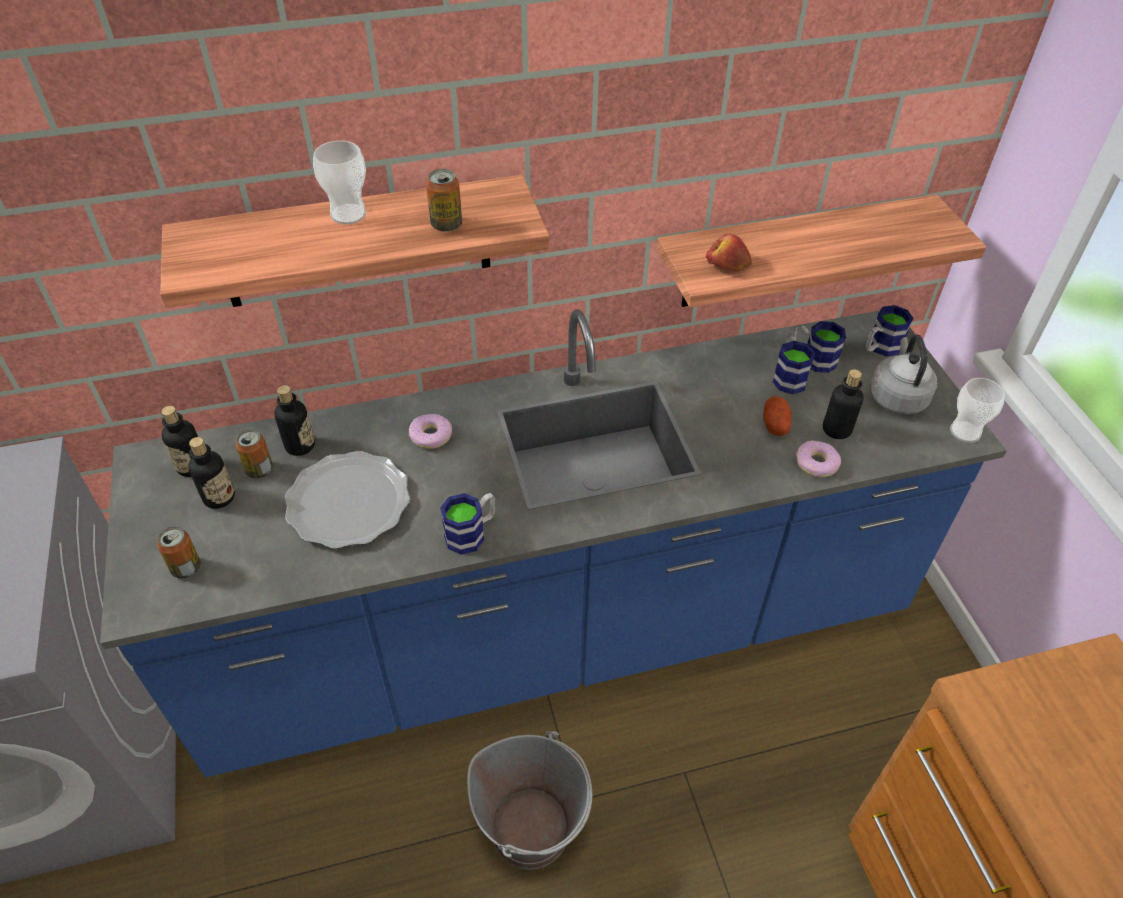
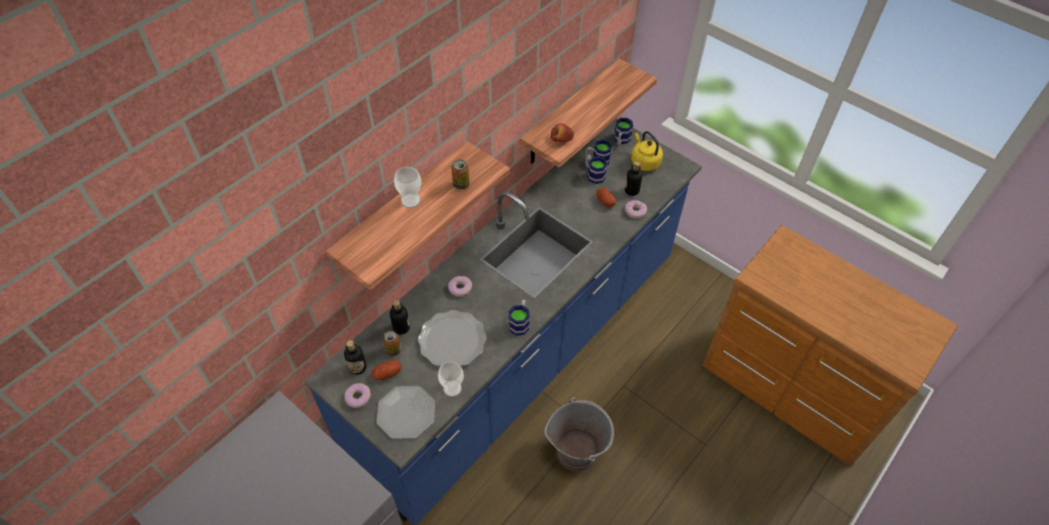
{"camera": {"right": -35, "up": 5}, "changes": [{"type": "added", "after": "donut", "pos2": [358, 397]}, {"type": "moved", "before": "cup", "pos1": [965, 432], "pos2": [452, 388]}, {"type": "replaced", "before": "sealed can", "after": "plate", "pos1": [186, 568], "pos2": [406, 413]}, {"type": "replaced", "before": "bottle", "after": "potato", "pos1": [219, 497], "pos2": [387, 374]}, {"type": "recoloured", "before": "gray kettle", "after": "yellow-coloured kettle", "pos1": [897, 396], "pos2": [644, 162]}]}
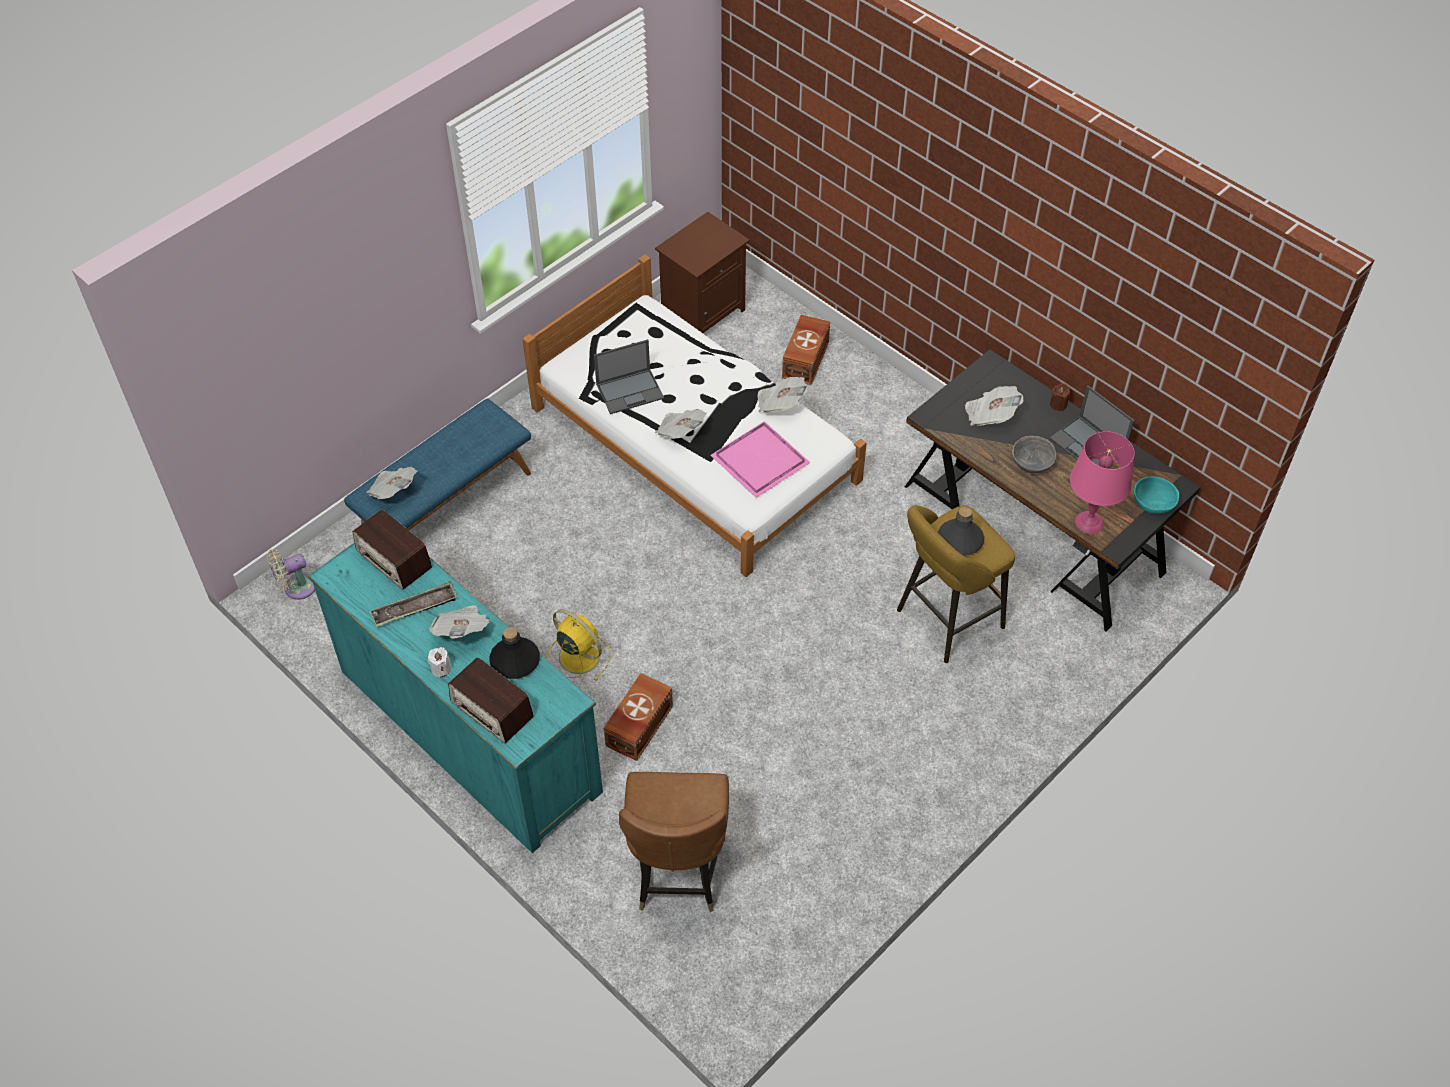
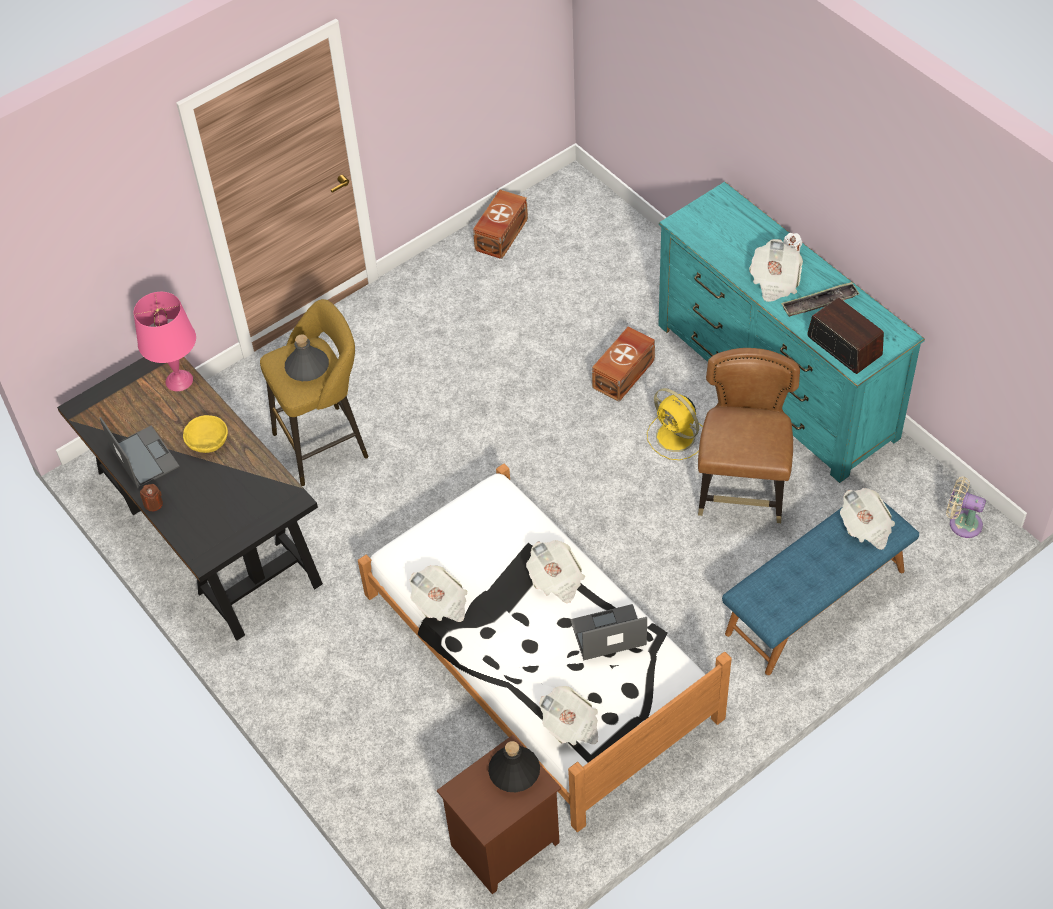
{"camera": {"right": -170, "up": 0}, "changes": [{"type": "removed", "before": "radio receiver", "pos1": [492, 710]}, {"type": "removed", "before": "pinkish tray", "pos1": [760, 459]}, {"type": "removed", "before": "blue-green deep dish", "pos1": [1152, 503]}, {"type": "moved", "before": "blackish bottle", "pos1": [514, 660], "pos2": [514, 771]}, {"type": "moved", "before": "brown-coloured plain chair", "pos1": [677, 872], "pos2": [742, 491]}, {"type": "moved", "before": "brown-coloured storage bin", "pos1": [806, 359], "pos2": [500, 235]}, {"type": "moved", "before": "newspaper", "pos1": [990, 415], "pos2": [571, 726]}, {"type": "recoloured", "before": "gray deep dish", "after": "yellow-coloured deep dish", "pos1": [1032, 463], "pos2": [207, 442]}, {"type": "turned", "before": "beige-coloured fan", "pos1": [296, 588], "pos2": [962, 523], "turn": -135}]}
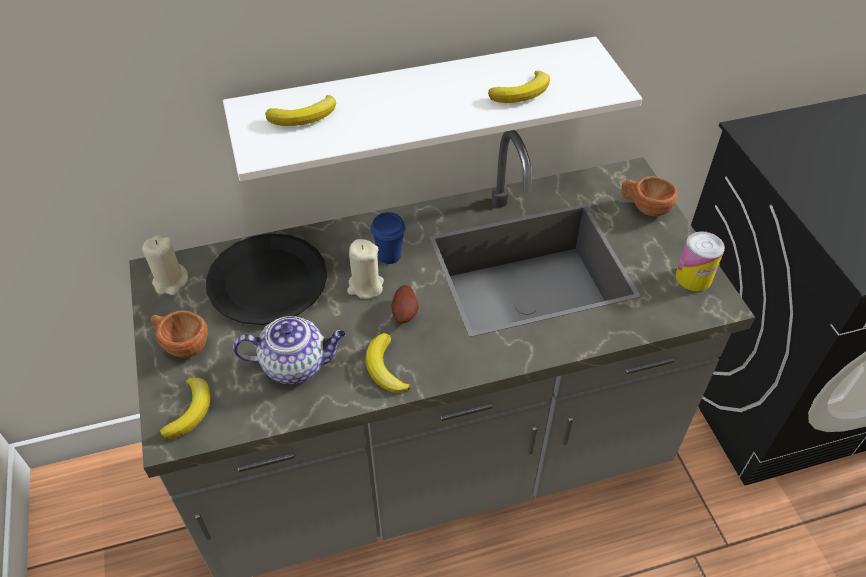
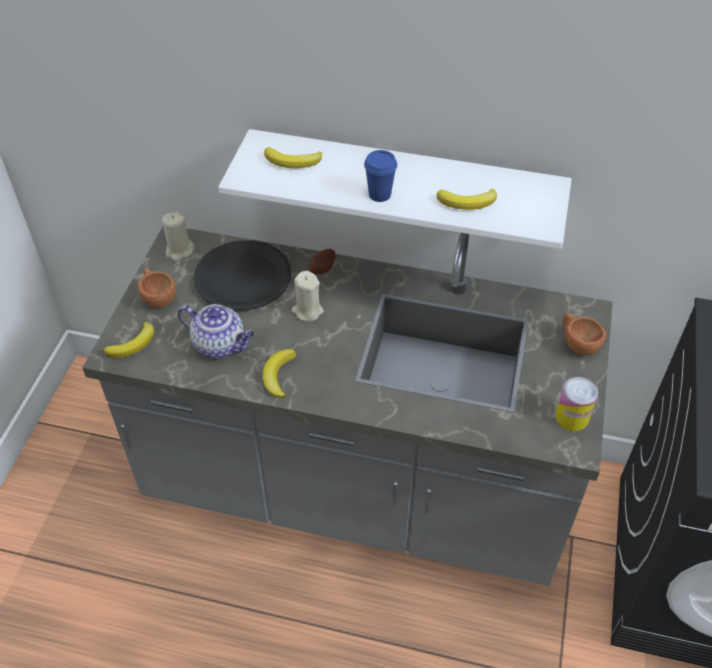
{"camera": {"right": 30, "up": 0}, "changes": [{"type": "moved", "before": "bluish cup", "pos1": [389, 255], "pos2": [379, 194]}, {"type": "moved", "before": "potato", "pos1": [405, 312], "pos2": [323, 269]}]}
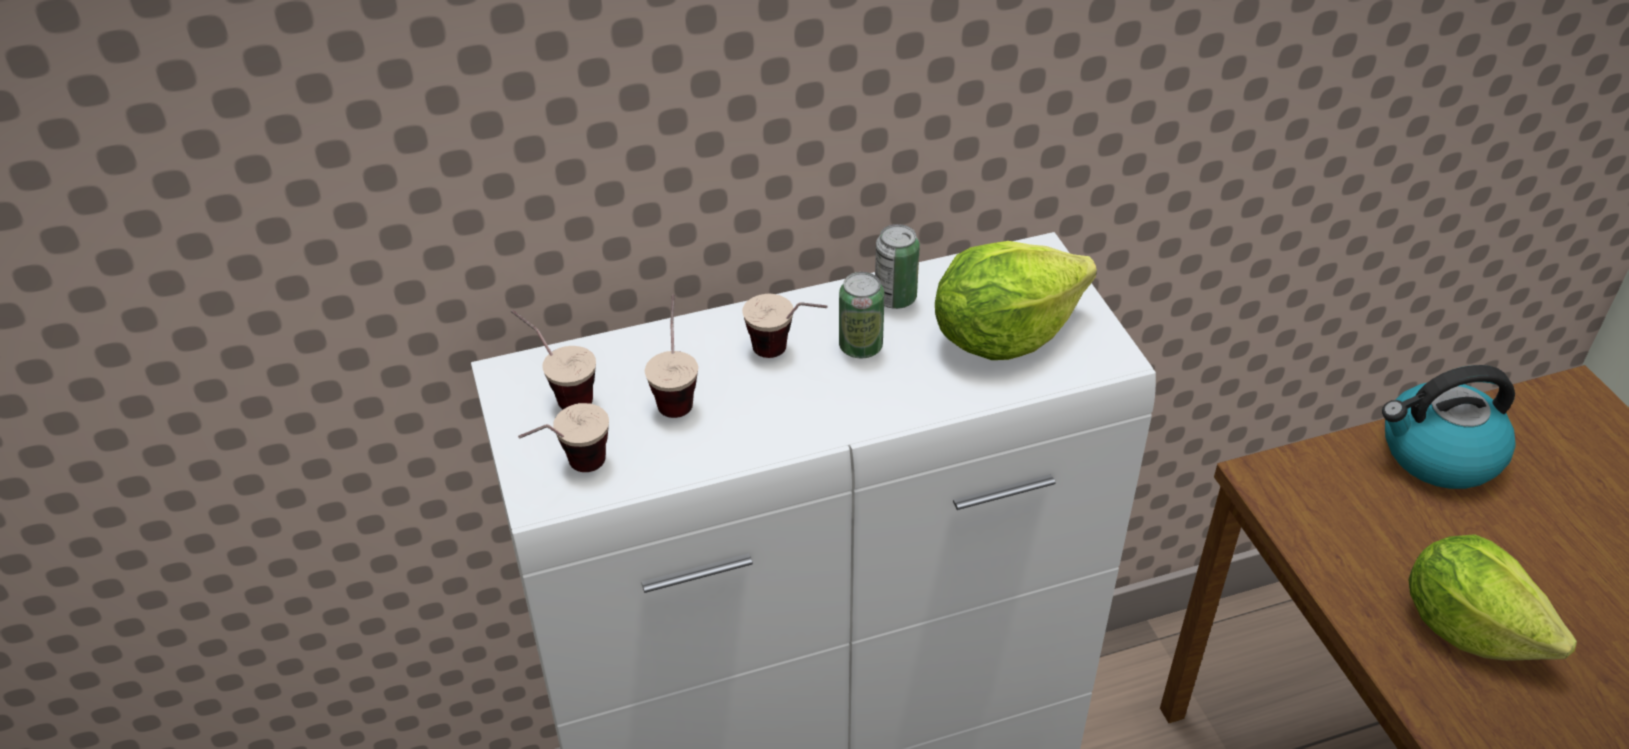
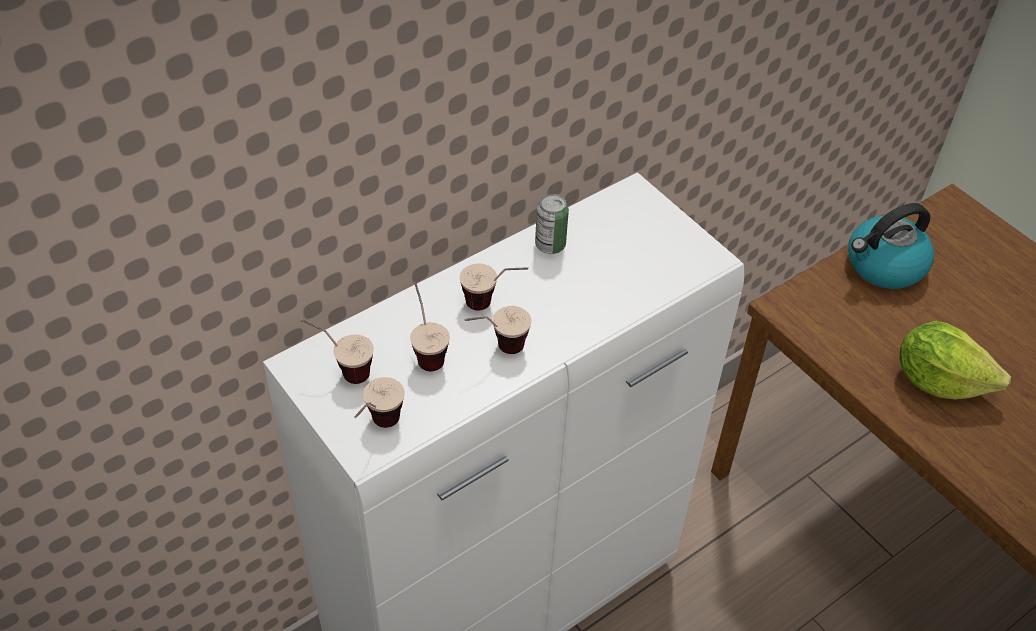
{"camera": {"right": -20, "up": 5}, "changes": [{"type": "removed", "before": "sealed can", "pos1": [860, 347]}, {"type": "removed", "before": "lettuce", "pos1": [1003, 335]}, {"type": "added", "after": "cup", "pos2": [497, 350]}]}
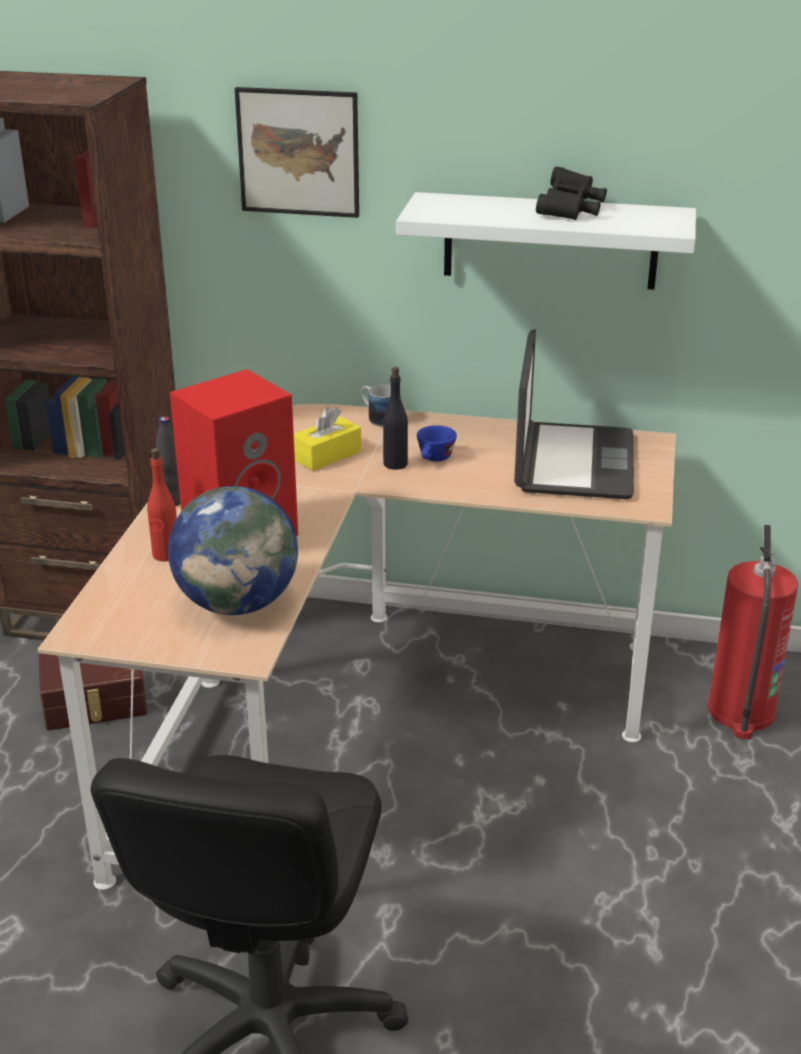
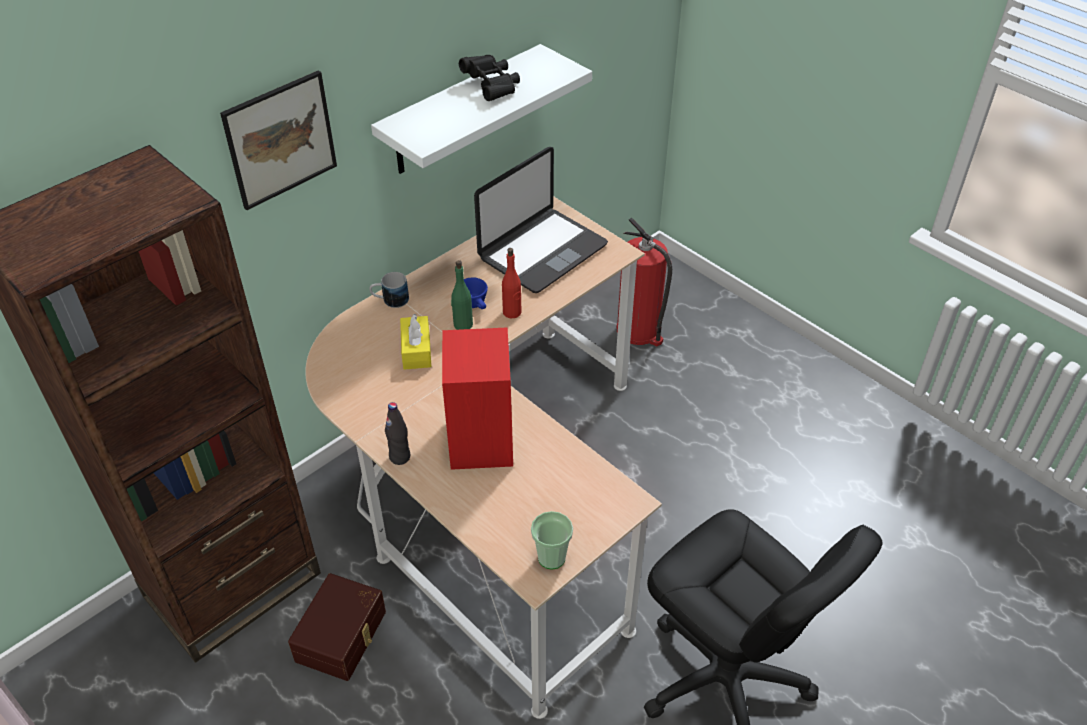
{"camera": {"right": -55, "up": 15}, "changes": [{"type": "removed", "before": "desk globe", "pos1": [237, 604]}, {"type": "added", "after": "cup", "pos2": [551, 557]}, {"type": "moved", "before": "red bottle", "pos1": [166, 555], "pos2": [512, 312]}, {"type": "recoloured", "before": "blackish bottle", "after": "green-coloured bottle", "pos1": [395, 464], "pos2": [463, 325]}, {"type": "turned", "before": "laptop", "pos1": [572, 463], "pos2": [541, 251], "turn": 90}]}
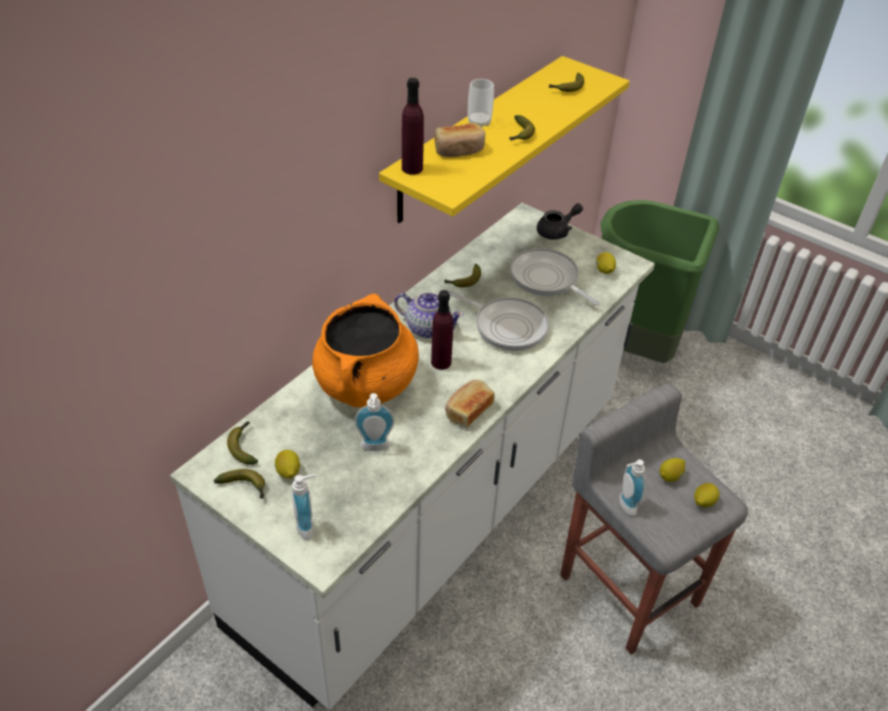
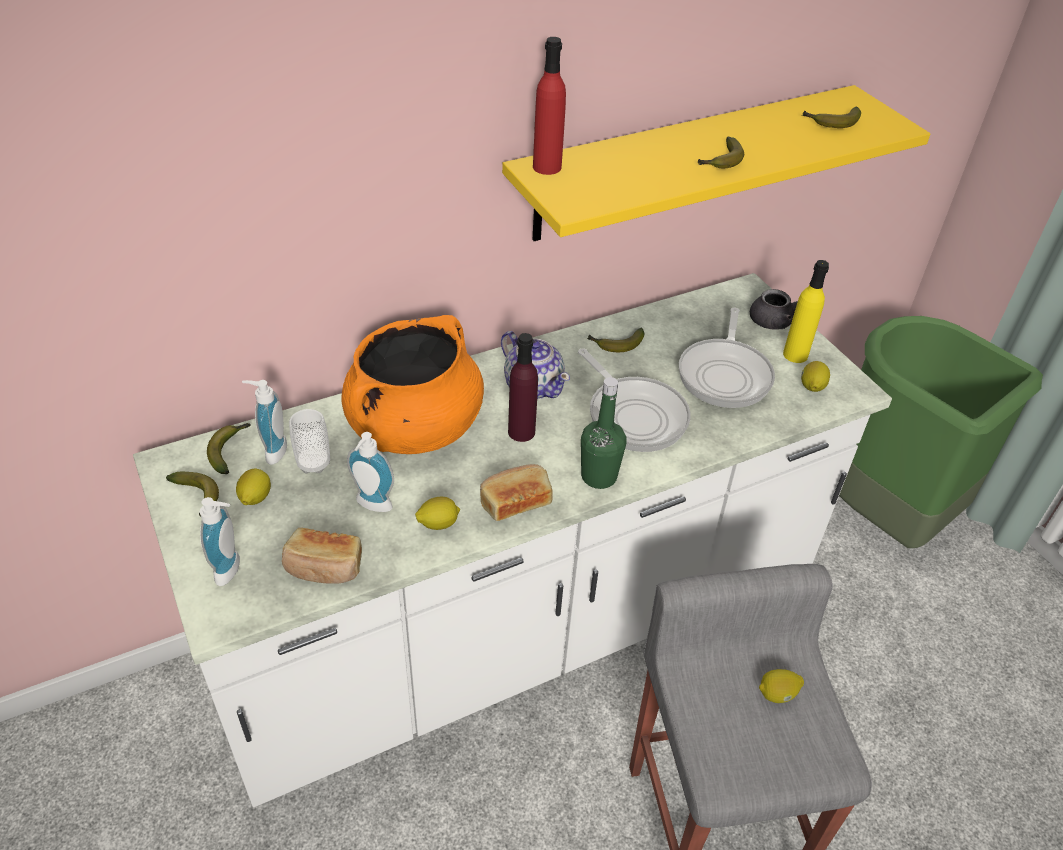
{"camera": {"right": 25, "up": 0}, "changes": [{"type": "added", "after": "green-coloured bottle", "pos2": [599, 476]}, {"type": "added", "after": "yellow-coloured bottle", "pos2": [795, 354]}, {"type": "moved", "before": "bread", "pos1": [459, 150], "pos2": [324, 567]}, {"type": "moved", "before": "cup", "pos1": [479, 123], "pos2": [314, 463]}, {"type": "moved", "before": "liquid soap bottle", "pos1": [624, 506], "pos2": [272, 451]}, {"type": "moved", "before": "lemon", "pos1": [703, 502], "pos2": [438, 523]}, {"type": "recoloured", "before": "purple bottle", "after": "red bottle", "pos1": [412, 168], "pos2": [547, 167]}, {"type": "turned", "before": "pan", "pos1": [547, 279], "pos2": [725, 374], "turn": -150}]}
